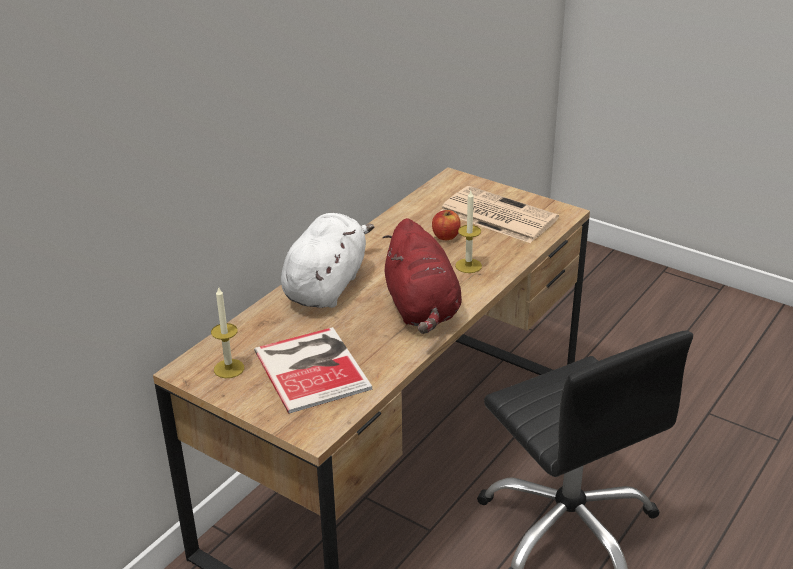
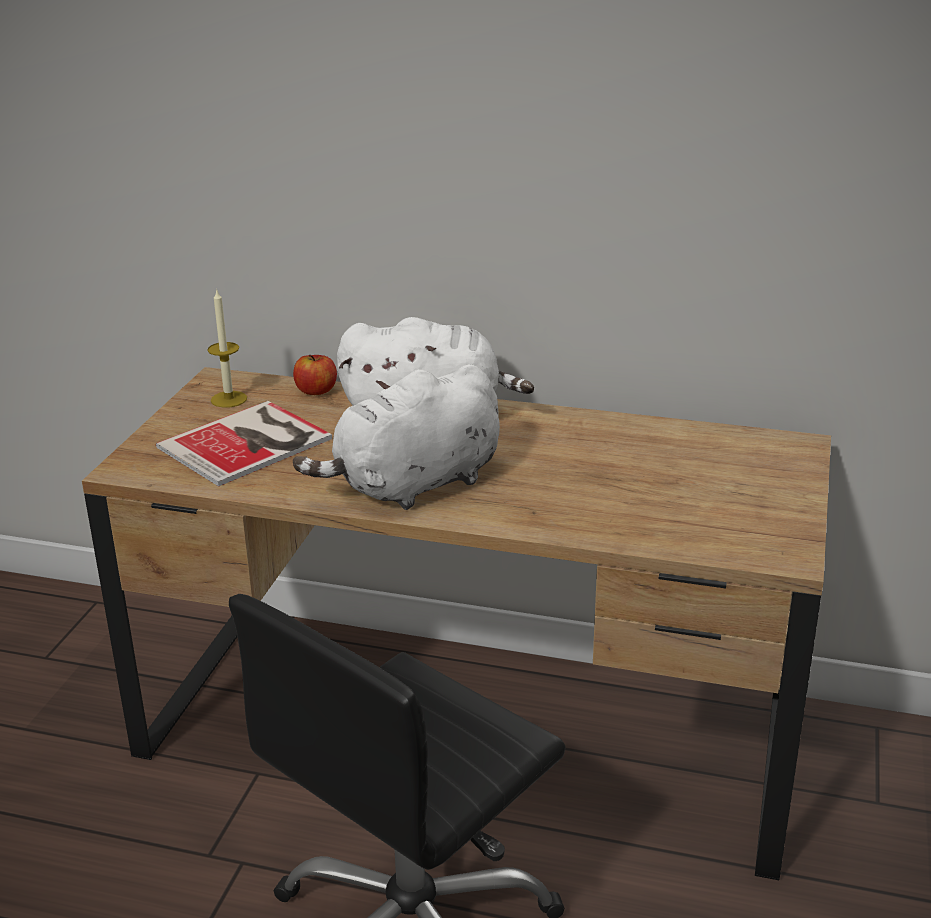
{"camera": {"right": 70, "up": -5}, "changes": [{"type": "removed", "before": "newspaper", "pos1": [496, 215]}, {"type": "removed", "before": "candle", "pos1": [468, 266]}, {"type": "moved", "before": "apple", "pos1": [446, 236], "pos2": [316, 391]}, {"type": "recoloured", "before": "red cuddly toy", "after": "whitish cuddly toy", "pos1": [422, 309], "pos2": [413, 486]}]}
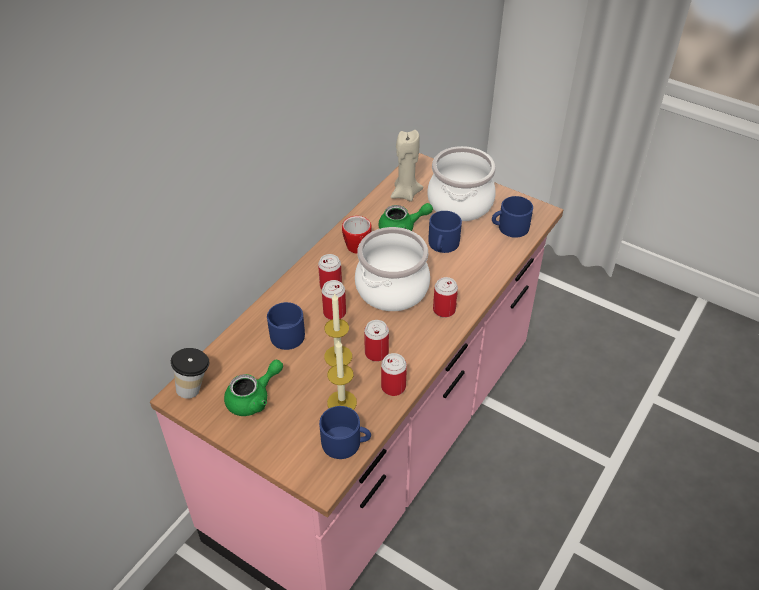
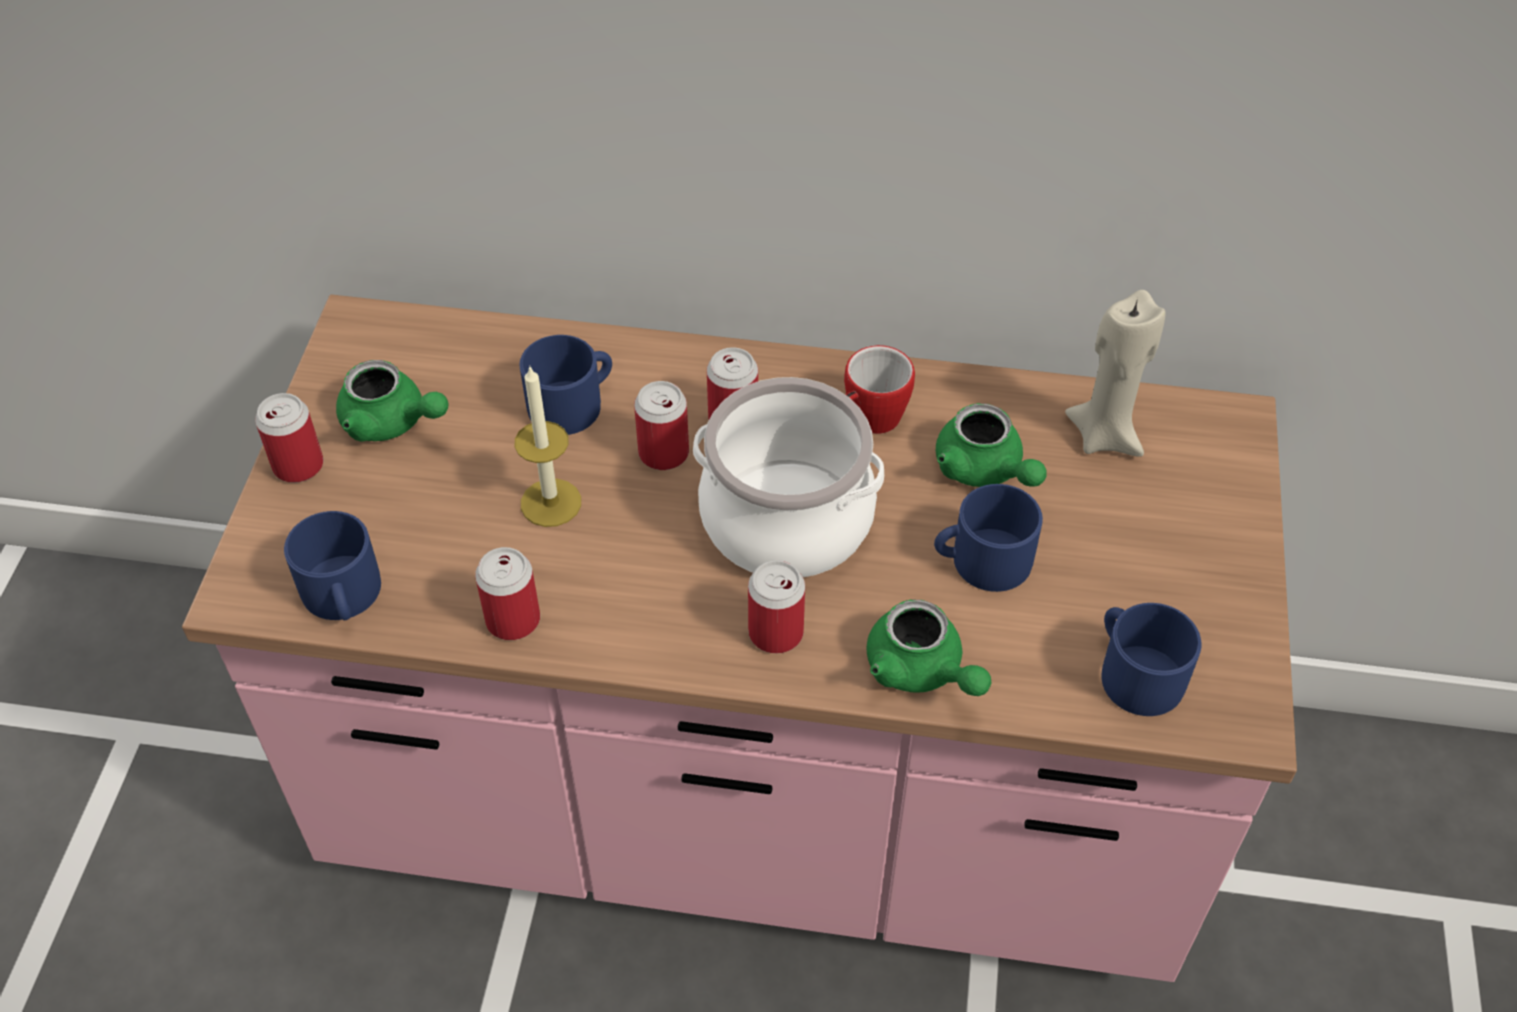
{"camera": {"right": 65, "up": 5}, "changes": [{"type": "removed", "before": "cup", "pos1": [195, 388]}, {"type": "removed", "before": "candle", "pos1": [342, 402]}, {"type": "removed", "before": "stockpot", "pos1": [459, 203]}, {"type": "added", "after": "green-coloured tea pot", "pos2": [921, 671]}, {"type": "moved", "before": "sealed can", "pos1": [376, 353], "pos2": [298, 465]}]}
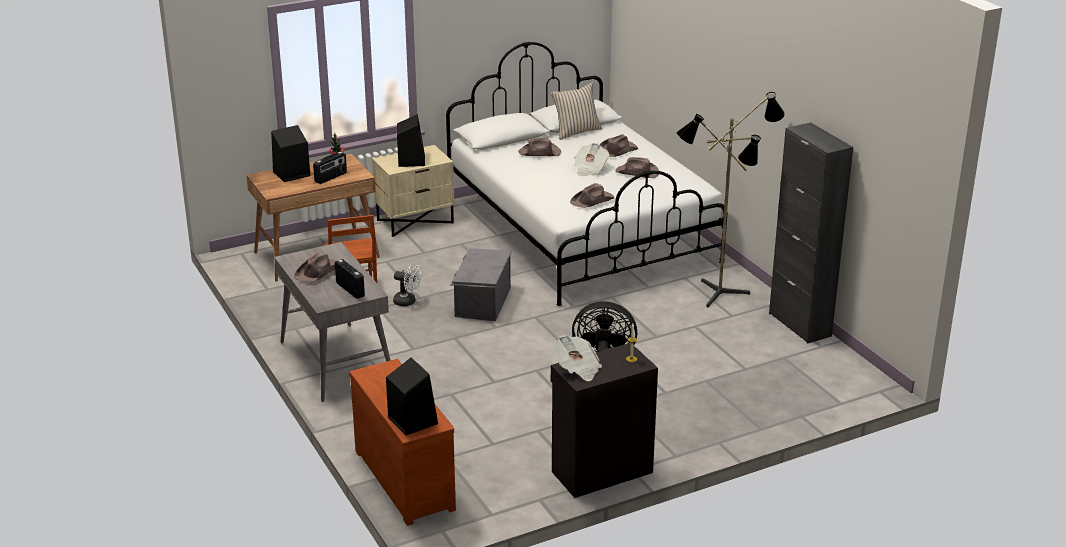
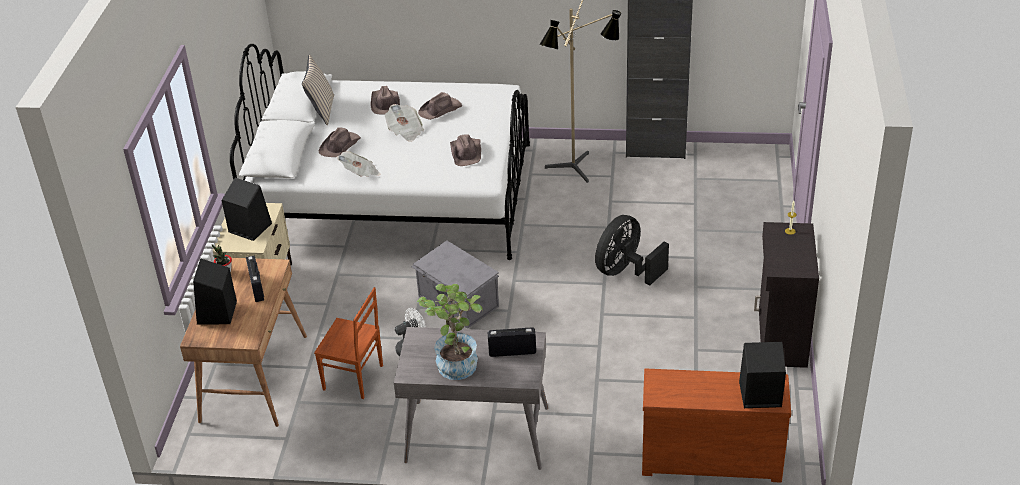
{"camera": {"right": -55, "up": 10}, "changes": [{"type": "moved", "before": "newspaper", "pos1": [578, 369], "pos2": [360, 173]}, {"type": "replaced", "before": "brown-coloured hat", "after": "potted plant", "pos1": [318, 272], "pos2": [456, 361]}]}
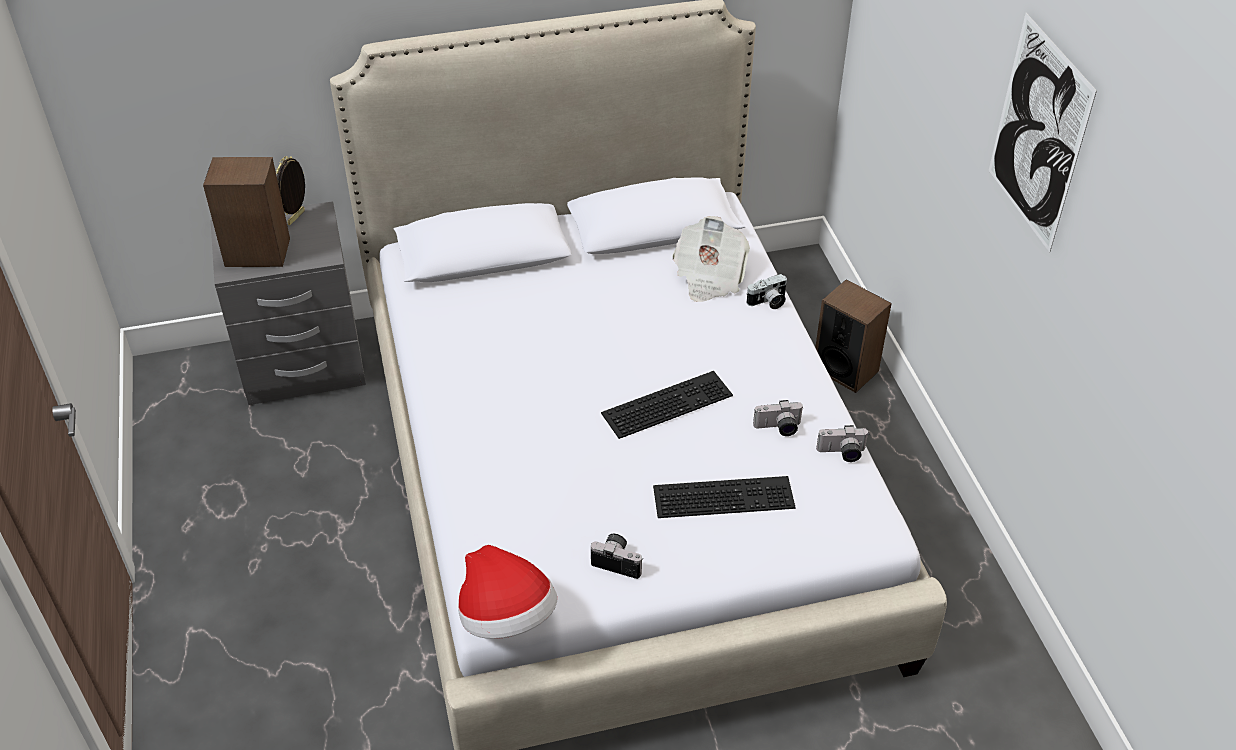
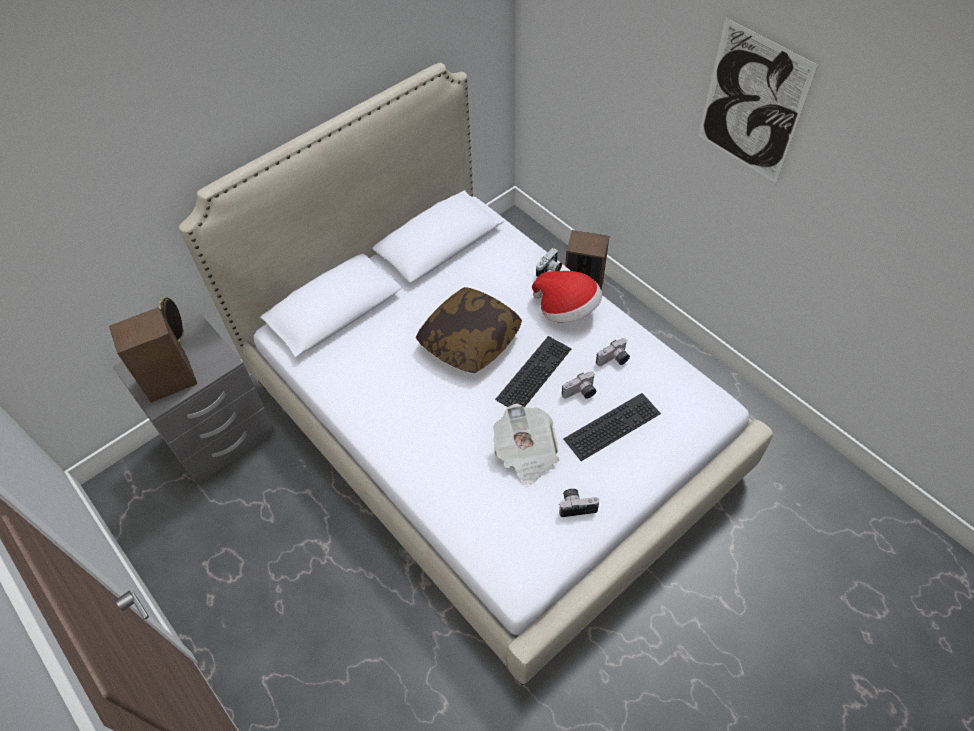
{"camera": {"right": -25, "up": 10}, "changes": [{"type": "added", "after": "cushion", "pos2": [470, 340]}, {"type": "moved", "before": "hat", "pos1": [507, 617], "pos2": [567, 309]}, {"type": "moved", "before": "newspaper", "pos1": [709, 277], "pos2": [526, 453]}, {"type": "moved", "before": "still camera", "pos1": [841, 453], "pos2": [580, 393]}]}
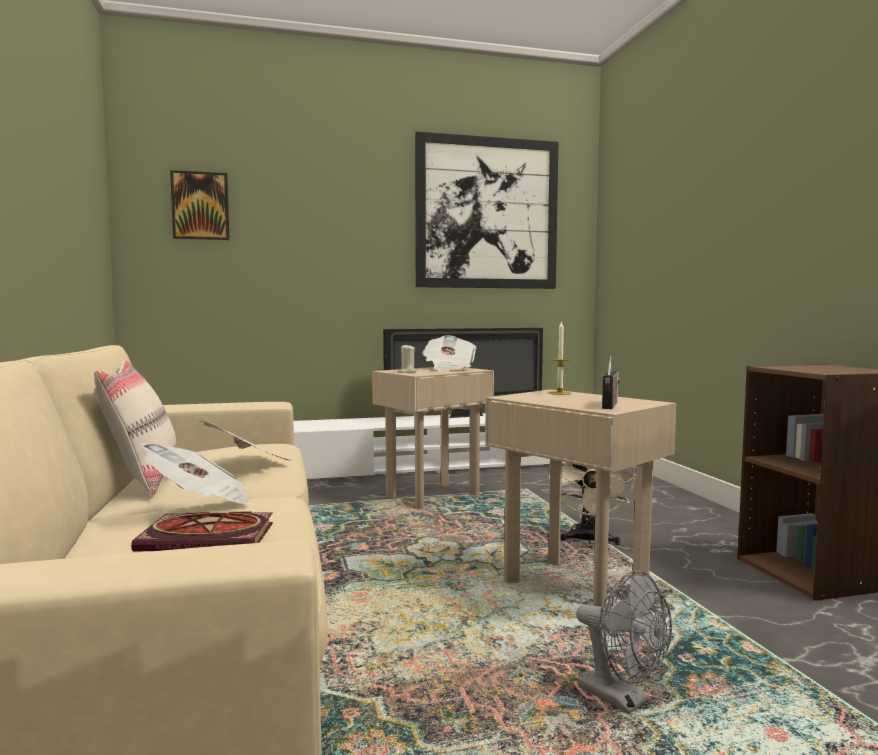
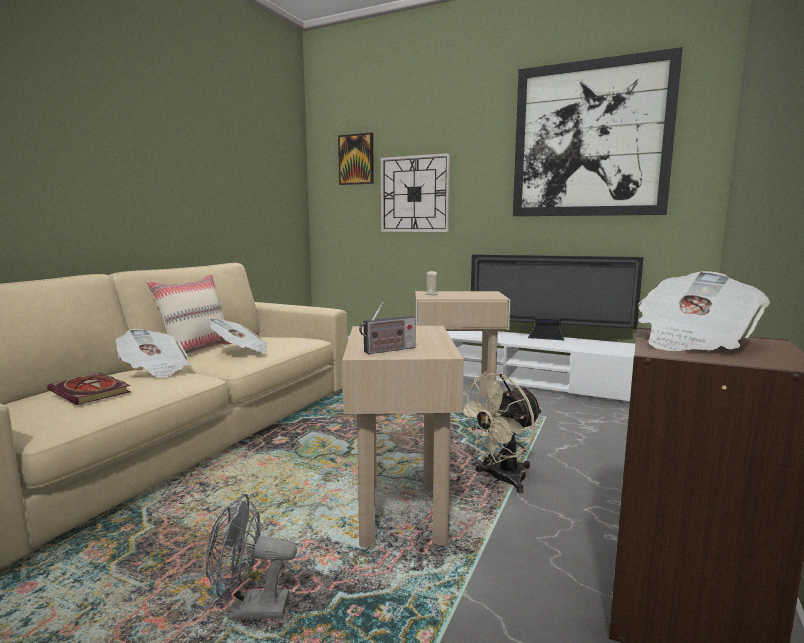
{"camera": {"right": 40, "up": 5}, "changes": [{"type": "removed", "before": "candle", "pos1": [560, 393]}, {"type": "added", "after": "clock on the wall", "pos2": [414, 194]}, {"type": "moved", "before": "newspaper", "pos1": [449, 368], "pos2": [692, 342]}, {"type": "turned", "before": "gray fan", "pos1": [622, 699], "pos2": [249, 609], "turn": 90}]}
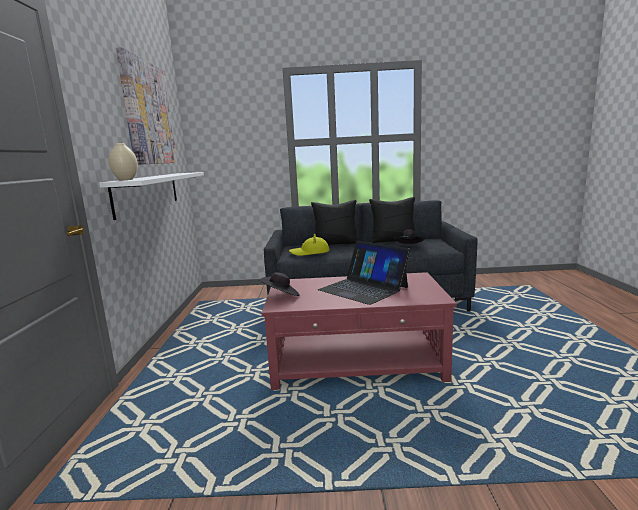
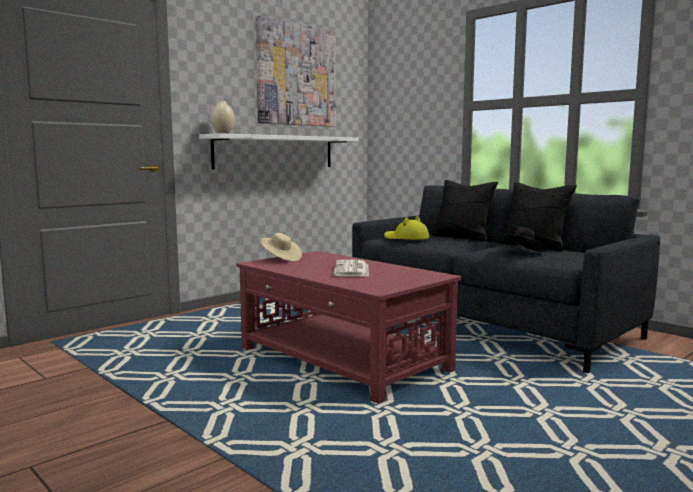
{"camera": {"right": 45, "up": -5}, "changes": [{"type": "replaced", "before": "laptop", "after": "newspaper", "pos1": [363, 288], "pos2": [352, 270]}, {"type": "recoloured", "before": "blackish hat", "after": "beige-coloured hat", "pos1": [280, 296], "pos2": [281, 259]}]}
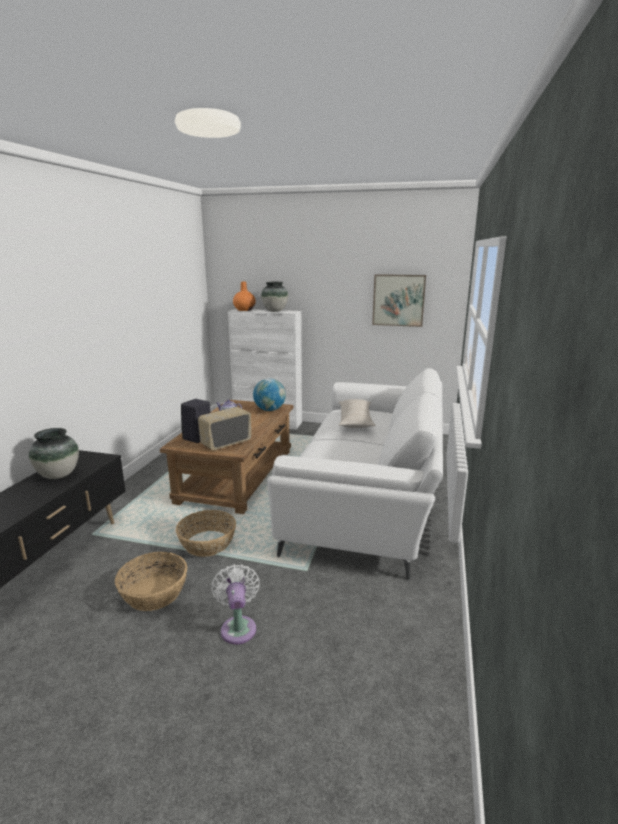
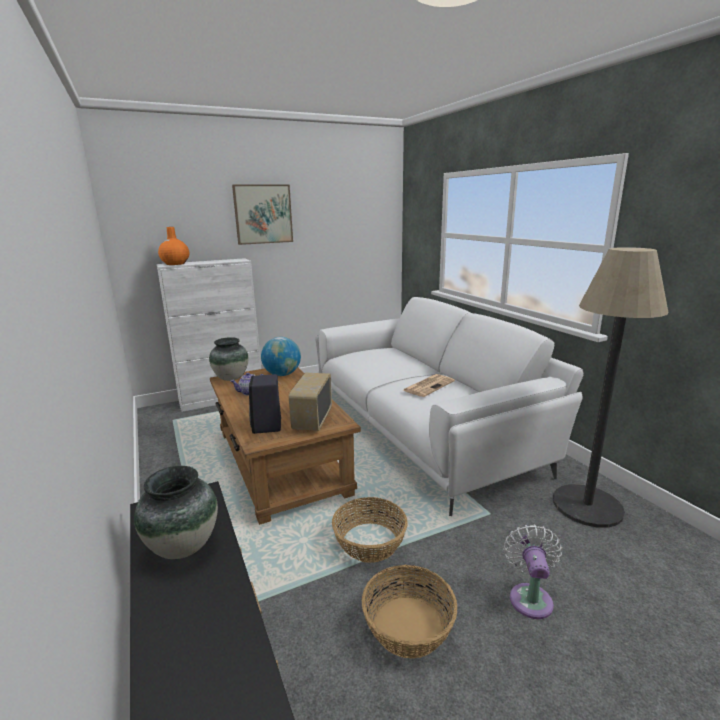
{"camera": {"right": -40, "up": 0}, "changes": [{"type": "removed", "before": "beige-coloured cushion", "pos1": [355, 420]}, {"type": "added", "after": "newspaper", "pos2": [428, 385]}, {"type": "added", "after": "floor lamp", "pos2": [587, 506]}, {"type": "moved", "before": "decorative vase", "pos1": [275, 311], "pos2": [231, 378]}, {"type": "moved", "before": "wall art", "pos1": [398, 300], "pos2": [263, 214]}, {"type": "turned", "before": "whitish fan", "pos1": [238, 627], "pos2": [530, 597], "turn": 60}]}
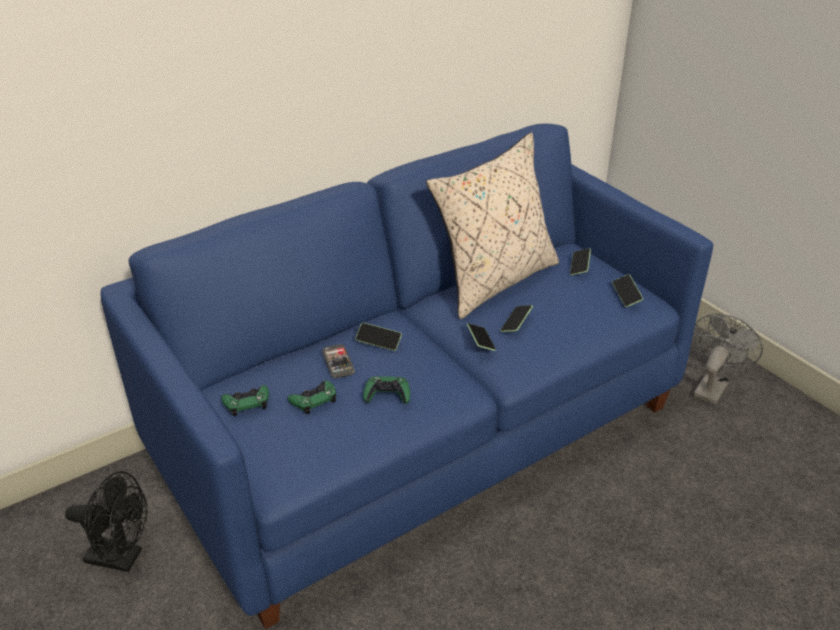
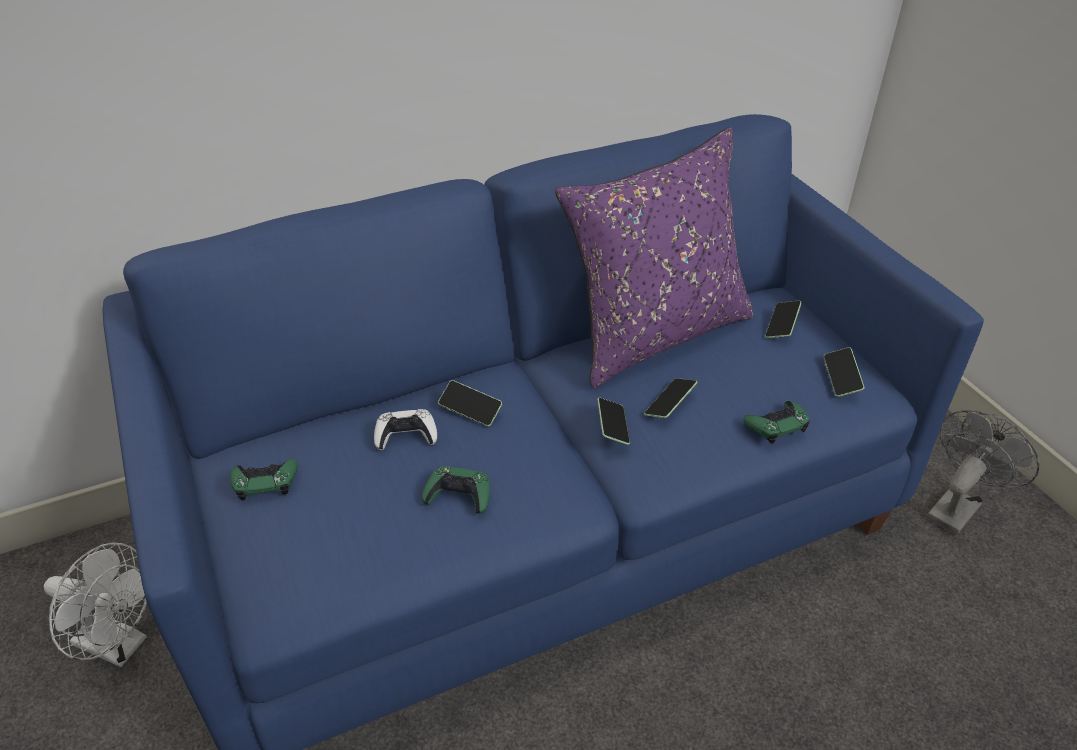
{"camera": {"right": 10, "up": 5}, "changes": [{"type": "moved", "before": "green-coloured gamepad", "pos1": [314, 400], "pos2": [776, 425]}, {"type": "replaced", "before": "telephone", "after": "whitish gamepad", "pos1": [338, 362], "pos2": [406, 435]}, {"type": "recoloured", "before": "blackish fan", "after": "whitish fan", "pos1": [122, 557], "pos2": [120, 645]}, {"type": "recoloured", "before": "beige-coloured cushion", "after": "purple cushion", "pos1": [493, 280], "pos2": [654, 334]}]}
